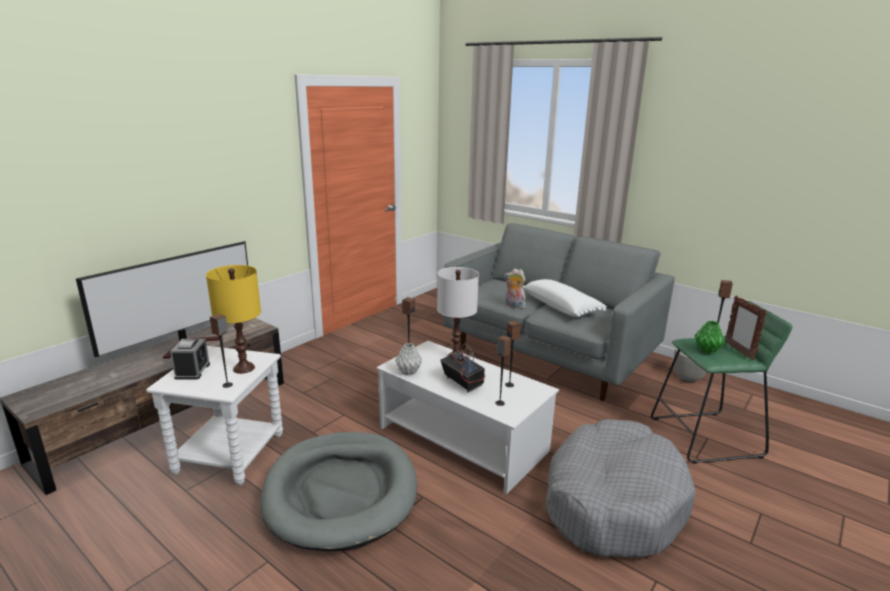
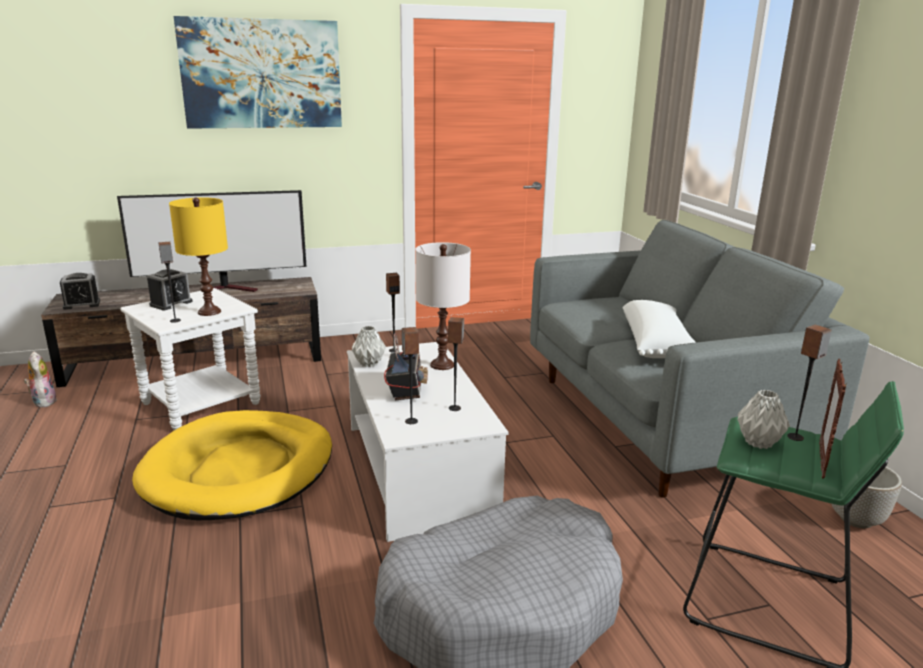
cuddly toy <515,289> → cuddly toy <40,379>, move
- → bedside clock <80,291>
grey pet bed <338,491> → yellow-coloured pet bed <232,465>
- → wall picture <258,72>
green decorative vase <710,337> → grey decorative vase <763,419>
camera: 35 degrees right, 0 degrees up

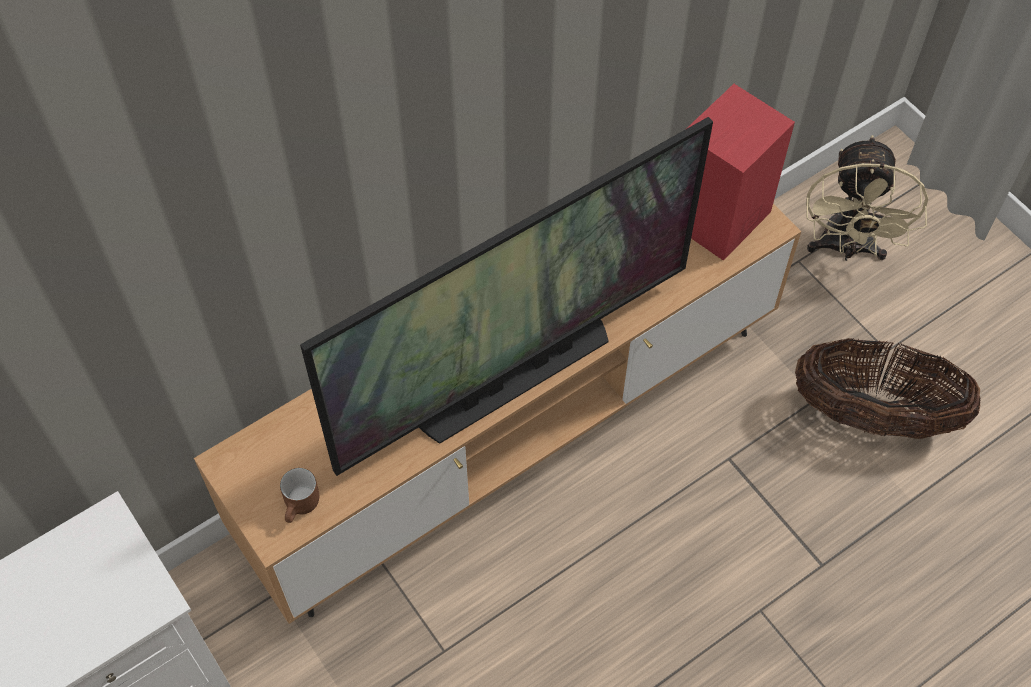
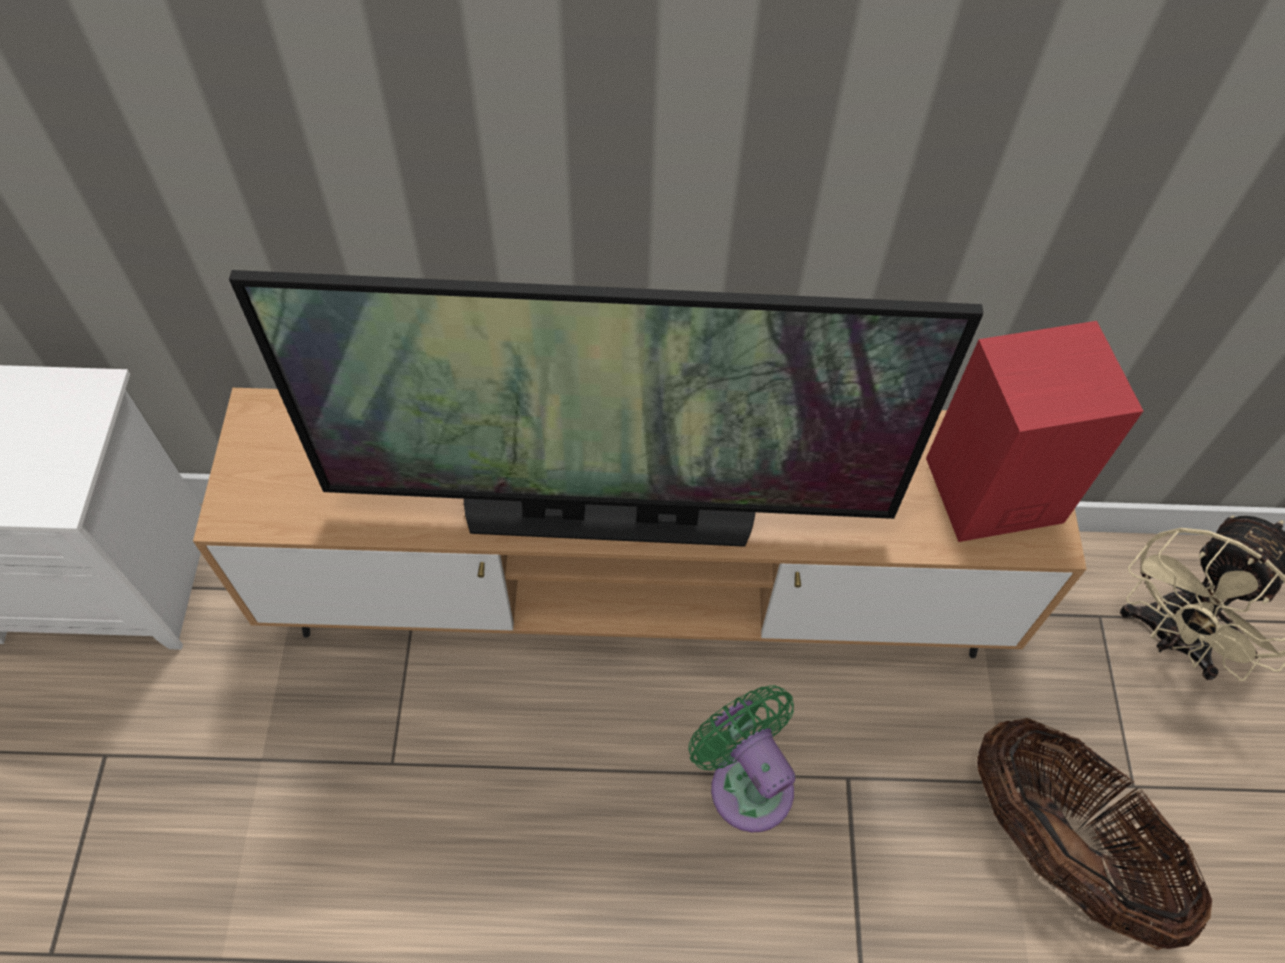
- → green fan <741,758>
brown-coloured tea mug <299,495> → -
camera: 35 degrees right, 0 degrees up

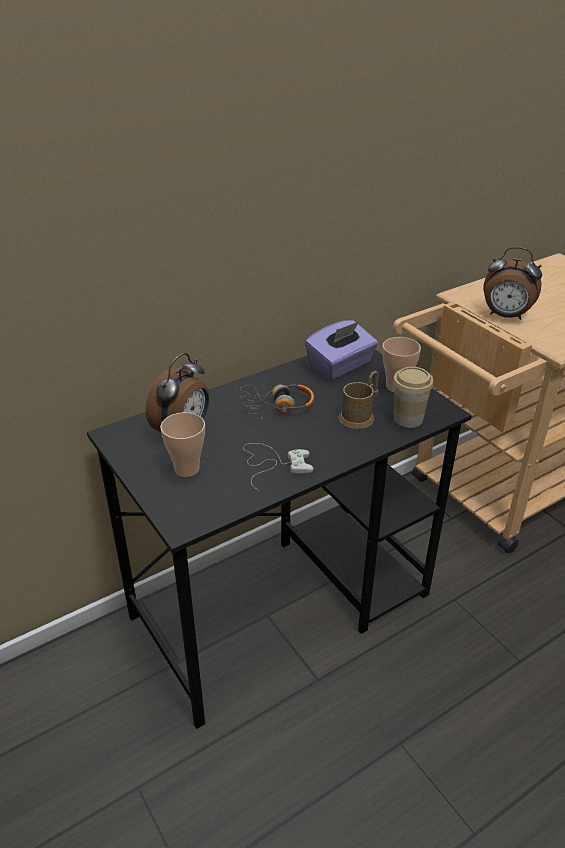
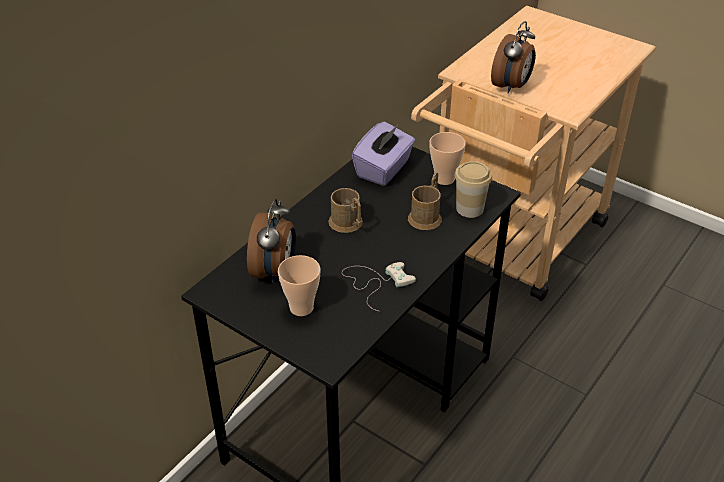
pair of headphones <277,401> → brown-coloured tea mug <345,210>
bedside clock <512,283> → bedside clock <513,57>, 60 degrees counterclockwise
camera: 20 degrees left, 5 degrees up

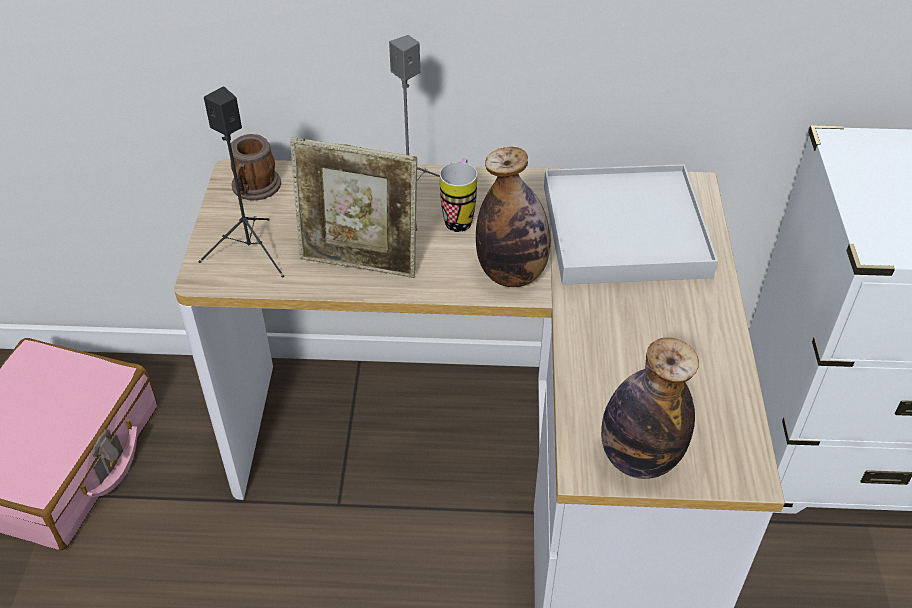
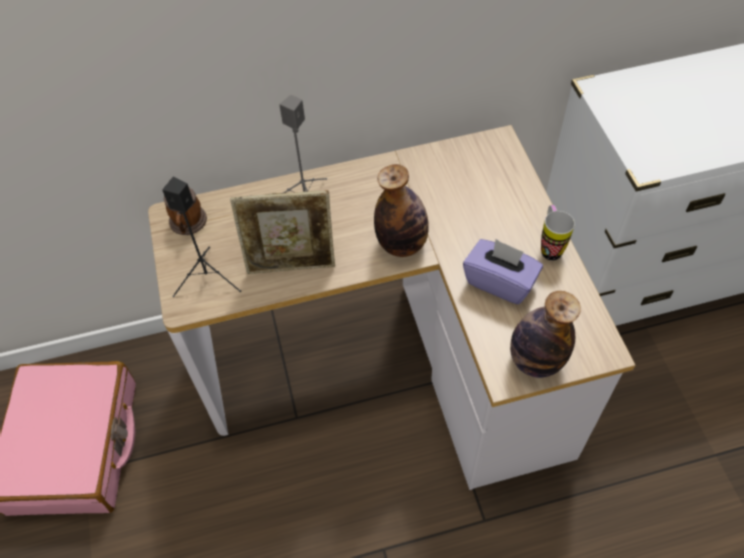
- → purplish box of tissues <503,271>
tea mug <458,195> → tea mug <558,233>, move
white-coloured serving tray <631,224> → -
camera: 15 degrees left, 10 degrees up

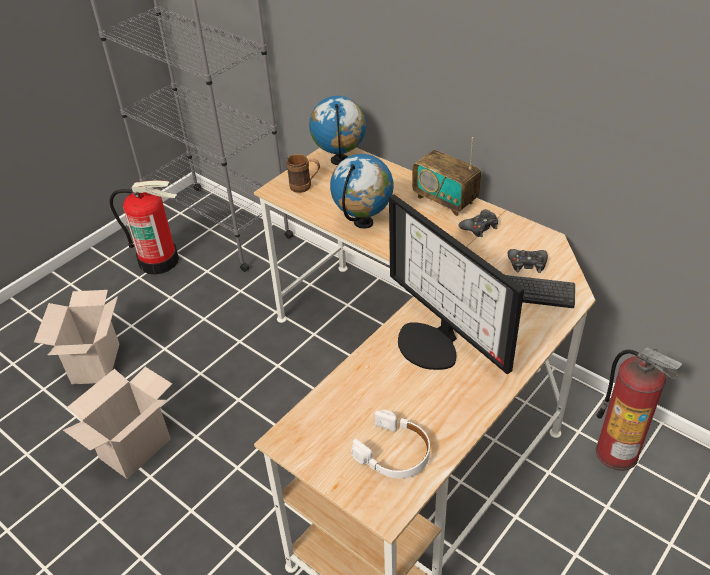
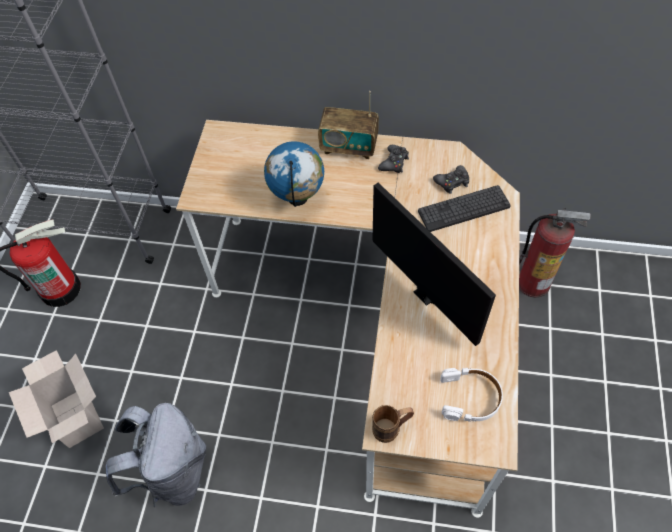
carton <117,423> → grey rucksack <156,455>
brown-coloured tea mug <303,173> → brown-coloured tea mug <393,424>, move
computer screen <456,284> → computer screen <434,264>, 150 degrees counterclockwise
desk globe <337,130> → -
camera: 30 degrees left, 15 degrees up

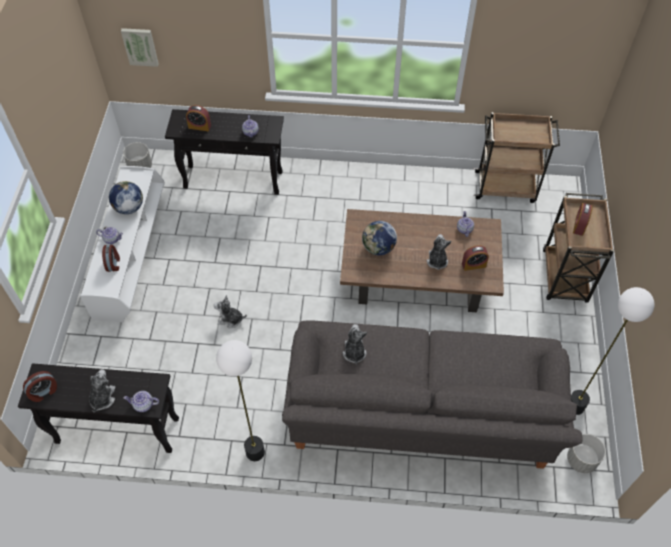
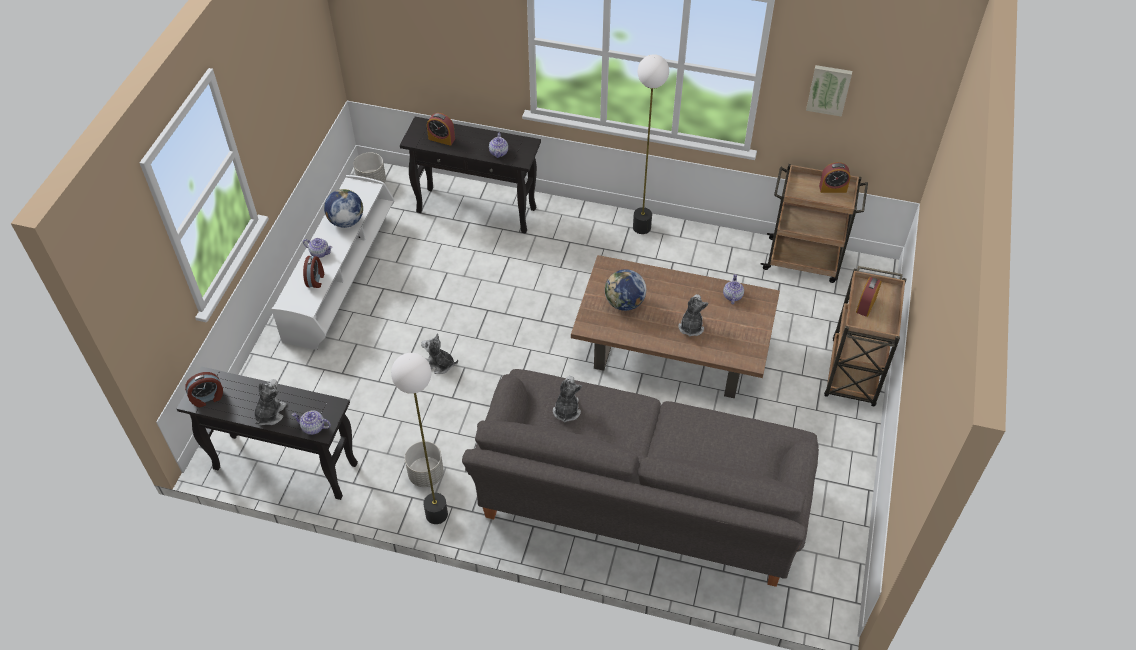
grey plant pot <586,453> → grey plant pot <424,464>, move
floor lamp <613,351> → floor lamp <651,144>, move
wall picture <140,47> → wall picture <829,91>, move
bedside clock <475,258> → bedside clock <834,177>, move
camera: 10 degrees right, 5 degrees down

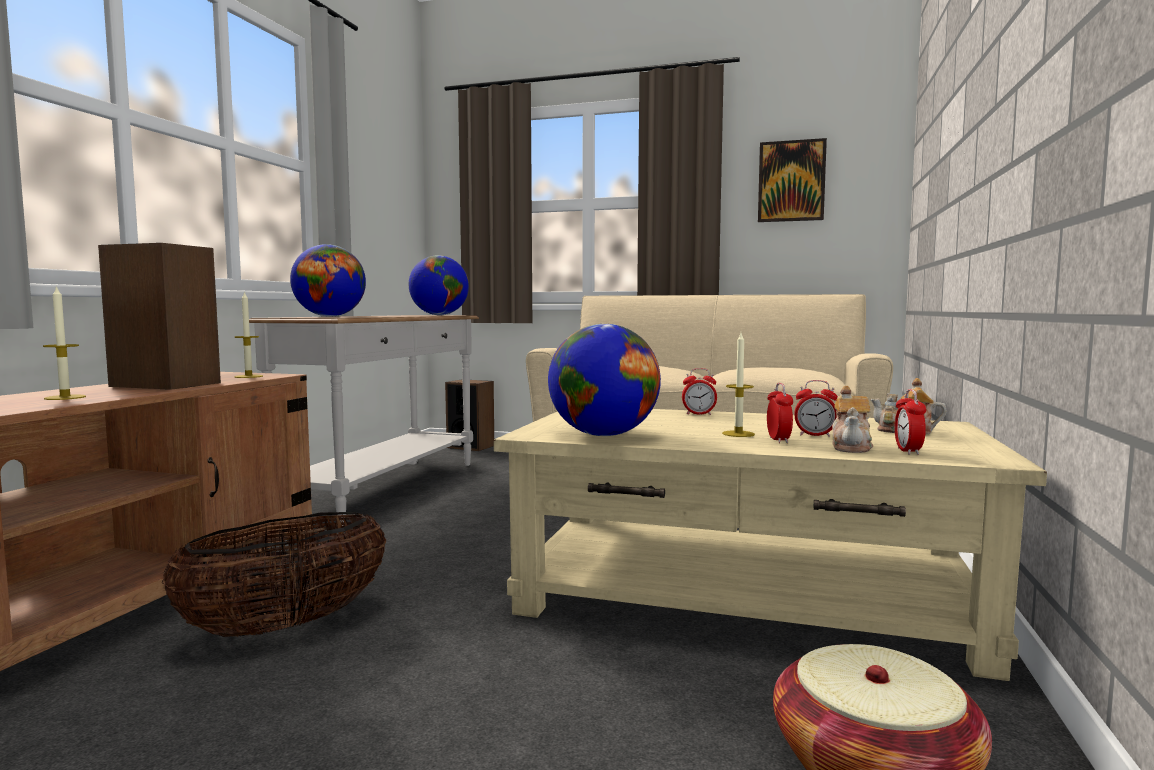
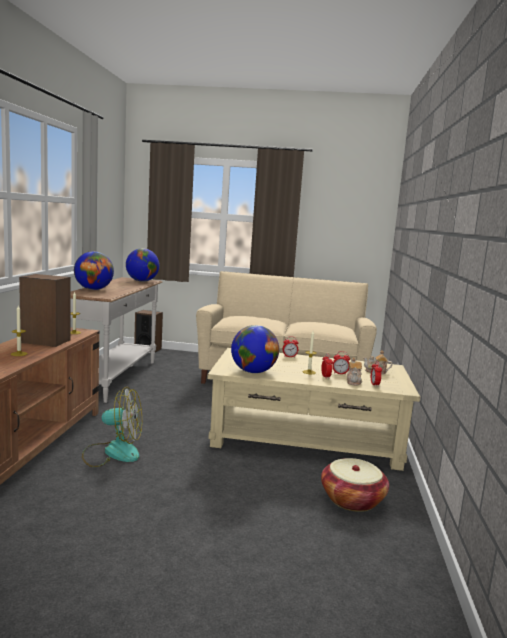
storage basket <274,574> → fan <112,427>
wall picture <792,180> → -
camera: 10 degrees left, 5 degrees up

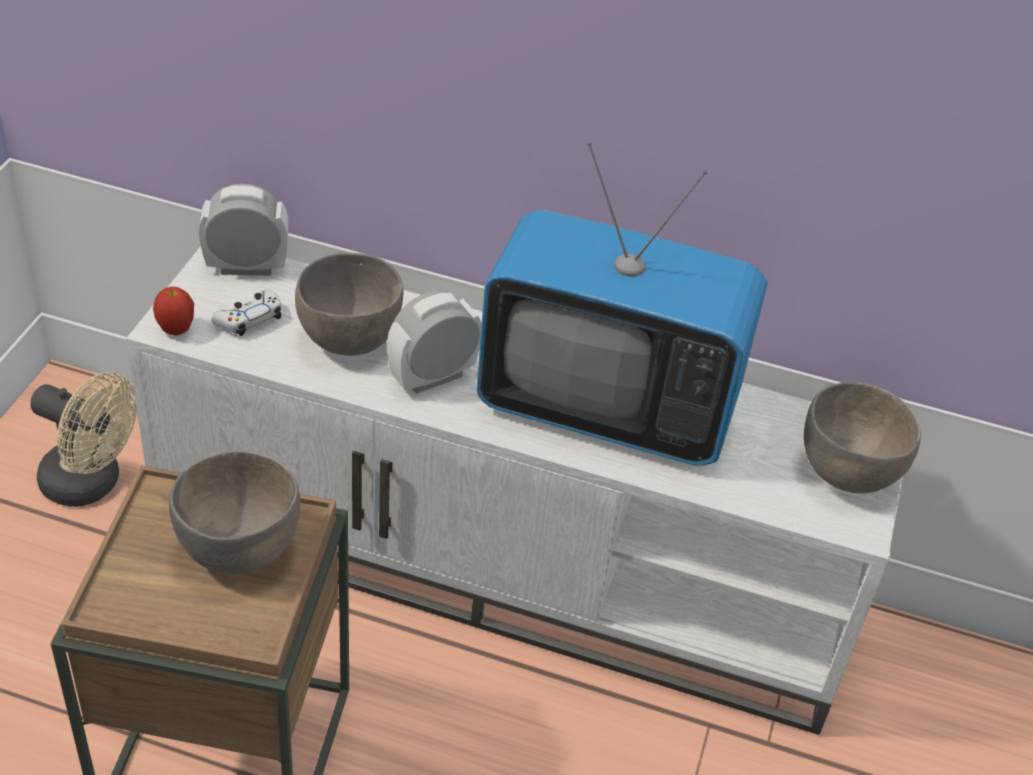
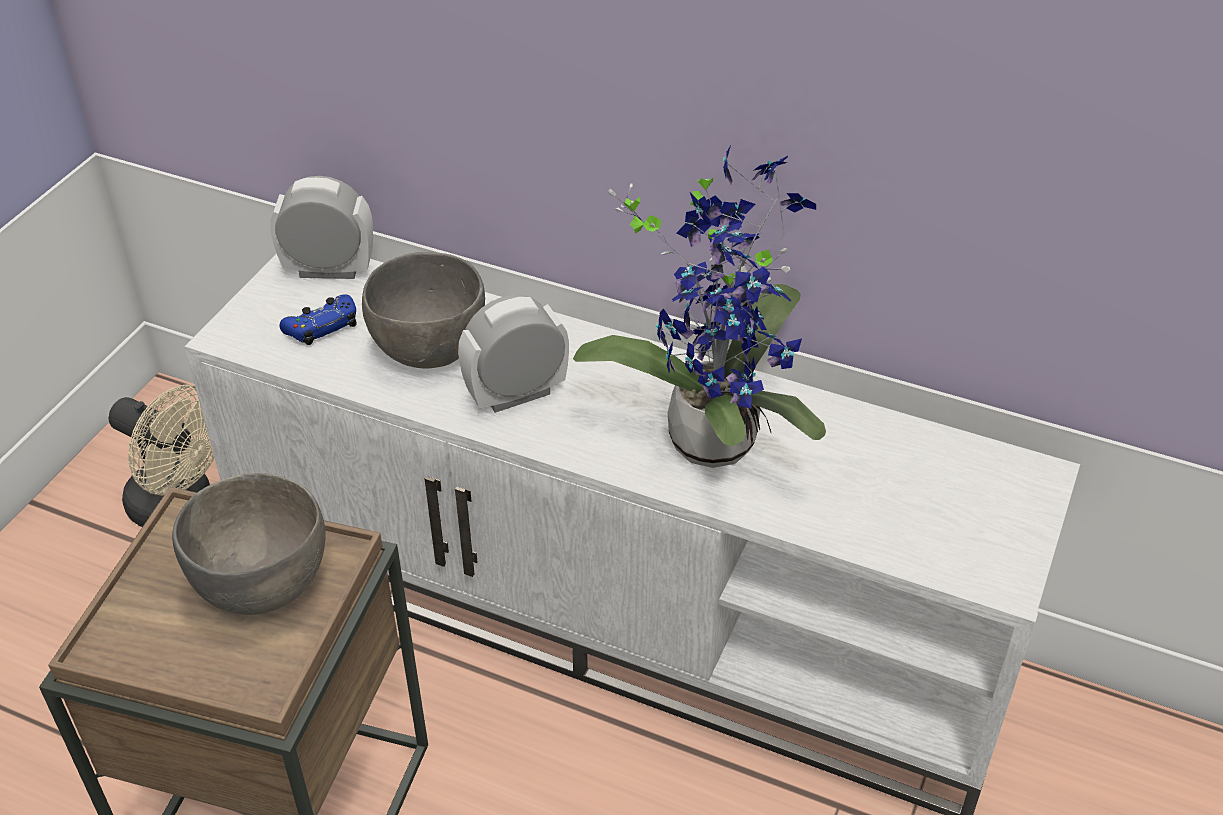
white-coloured game controller <246,313> → blue-coloured game controller <318,319>
TV set <621,304> → potted plant <699,306>
apple fruit <173,311> → -
grey serving bowl <862,437> → -
camera: 10 degrees right, 0 degrees up

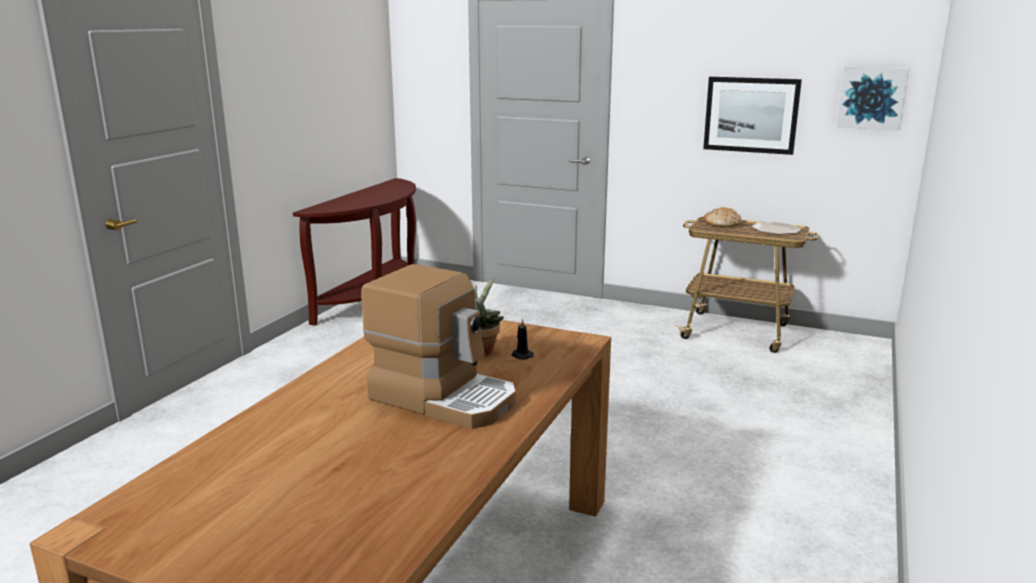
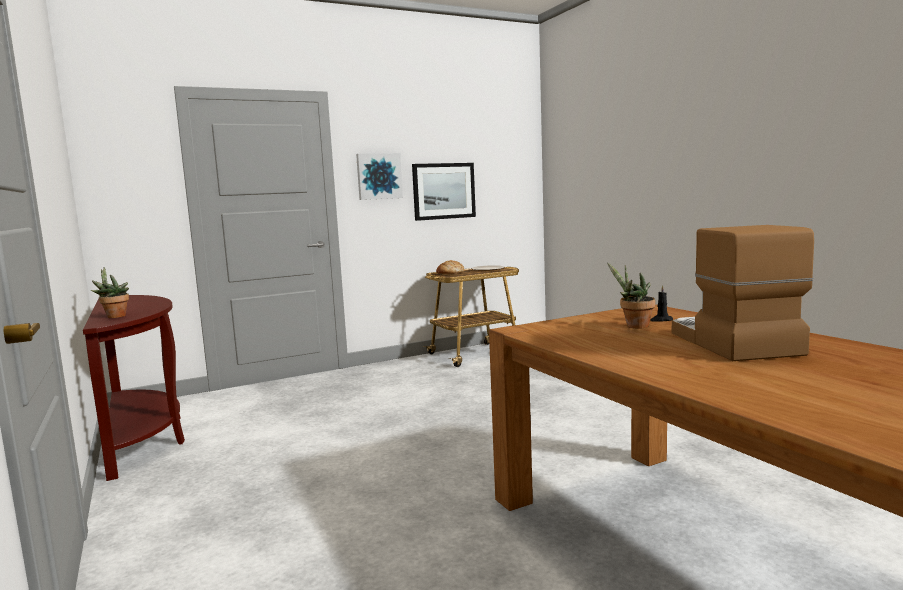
- → potted plant <110,292>
wall picture <873,98> → wall picture <379,176>, move
coffee maker <438,346> → coffee maker <743,293>, 75 degrees counterclockwise
camera: 50 degrees left, 10 degrees down

